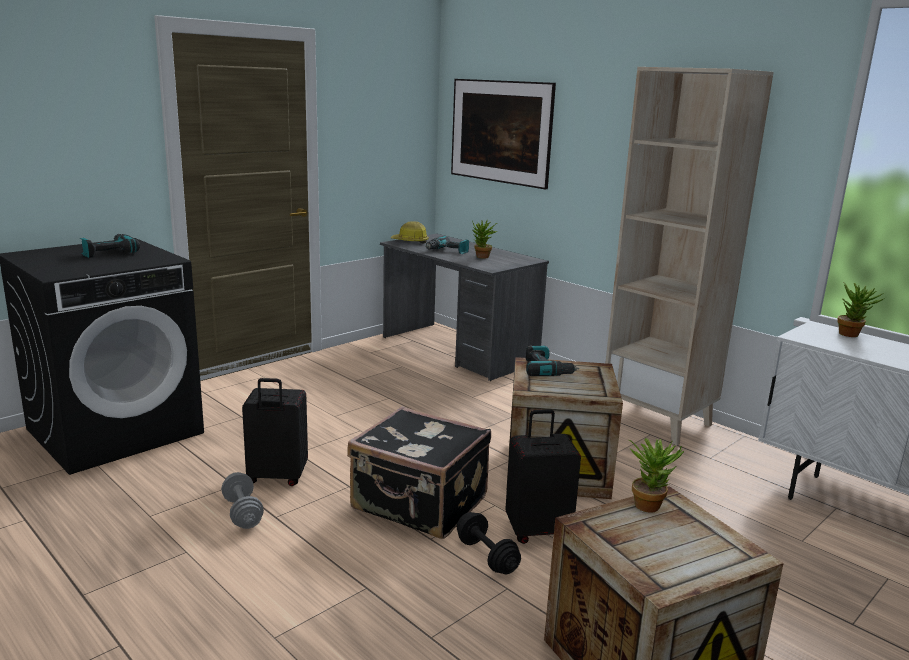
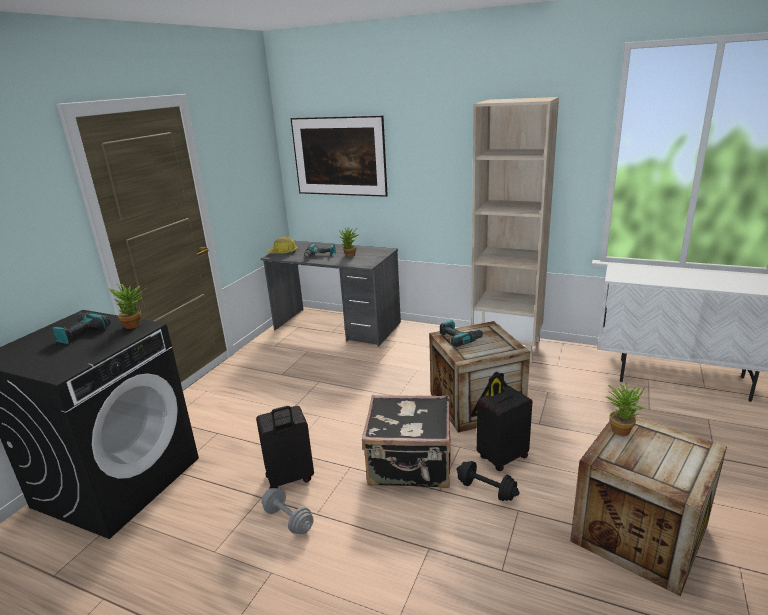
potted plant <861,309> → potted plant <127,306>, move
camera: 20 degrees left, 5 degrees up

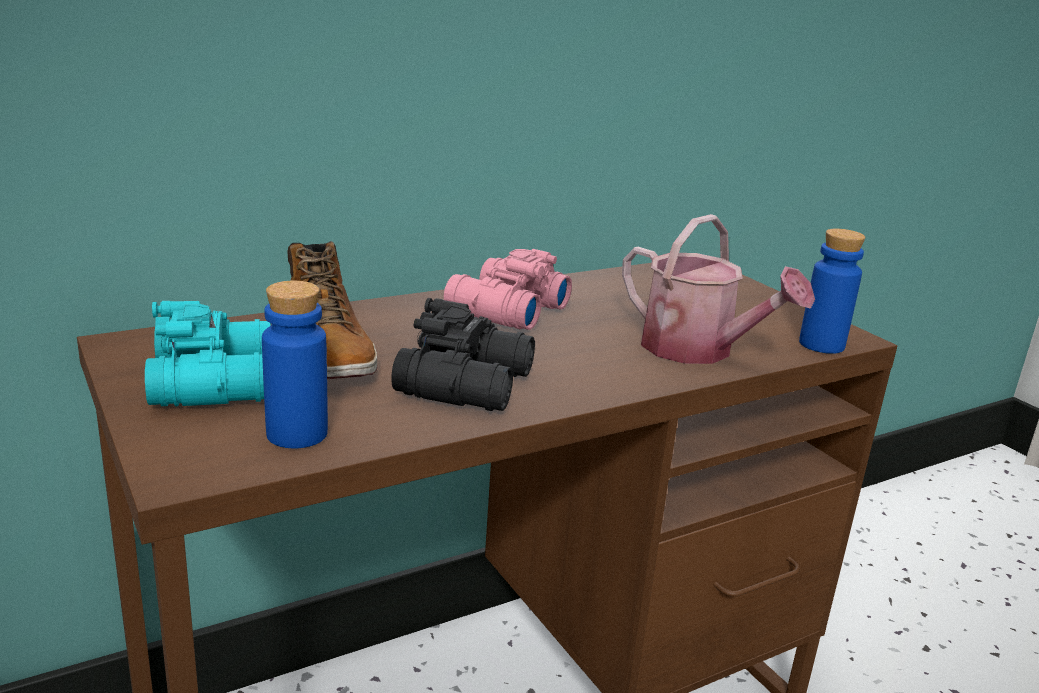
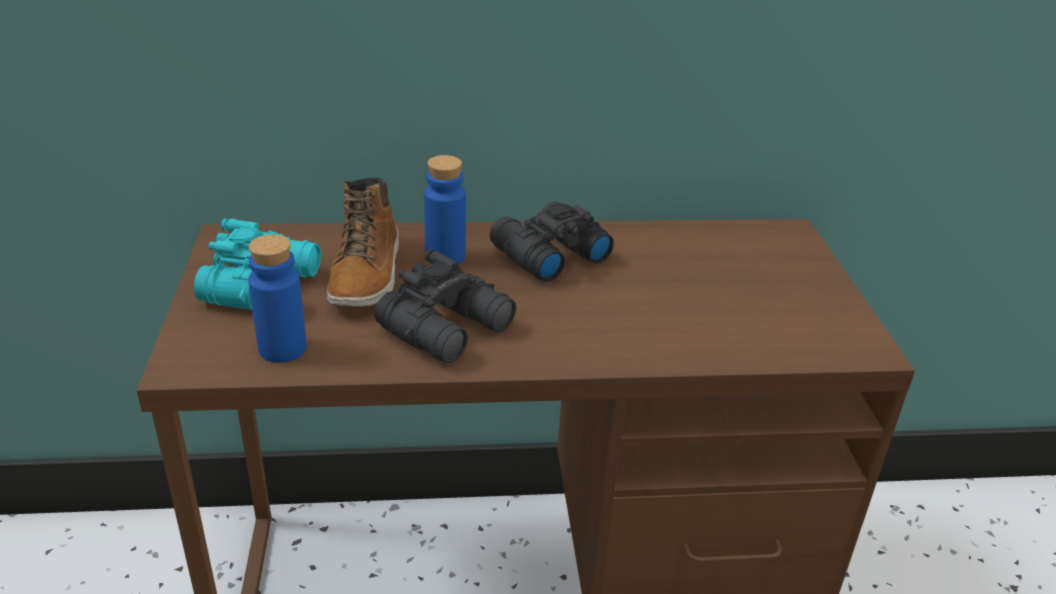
blue-coloured drink bottle <832,291> → blue-coloured drink bottle <445,209>, move
pink-coloured field glasses <508,289> → black-coloured field glasses <552,241>
watering pot <718,289> → -
camera: 25 degrees right, 10 degrees up

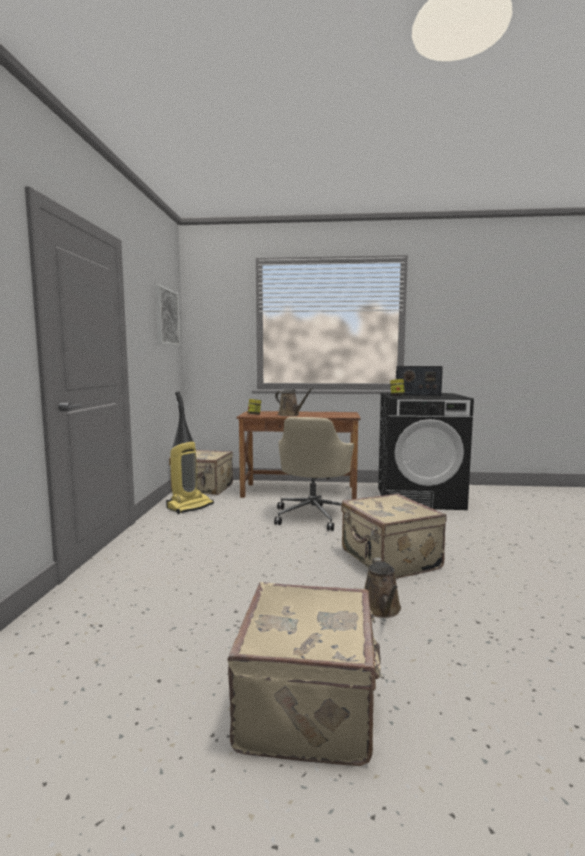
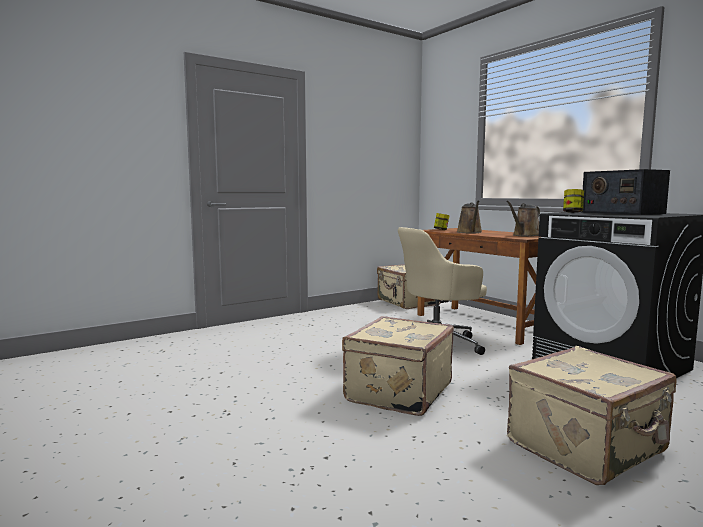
brown-coloured watering pot <382,588> → brown-coloured watering pot <523,218>, move
beige-coloured suitcase <304,674> → beige-coloured suitcase <592,415>, move
wall picture <167,315> → -
hoover <190,453> → -
camera: 50 degrees right, 0 degrees up

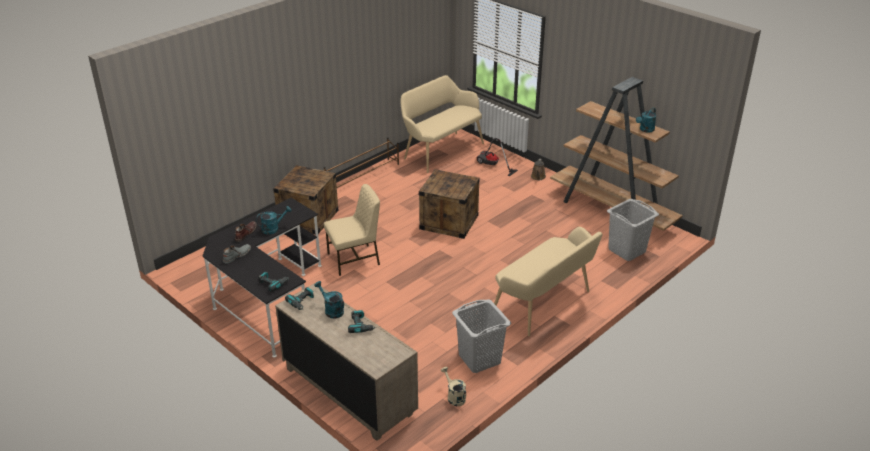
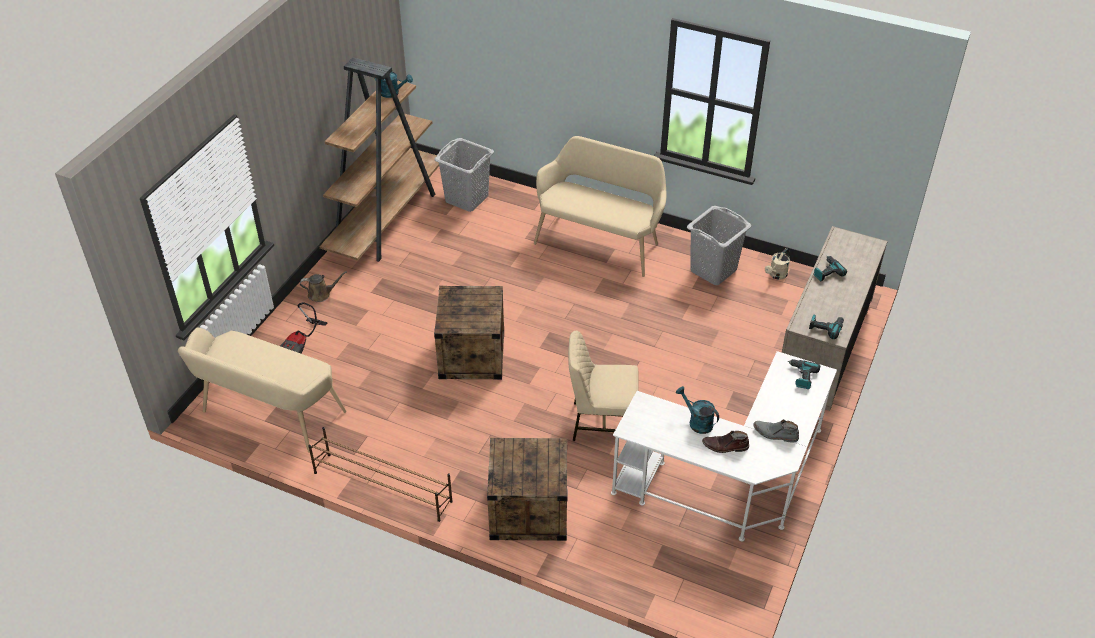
beige-coloured chair <352,230> → beige-coloured chair <603,386>, 45 degrees counterclockwise
black-coloured desk unit <262,278> → white-coloured desk unit <724,446>
turquoise watering pot <329,299> → -
camera: 110 degrees left, 10 degrees up

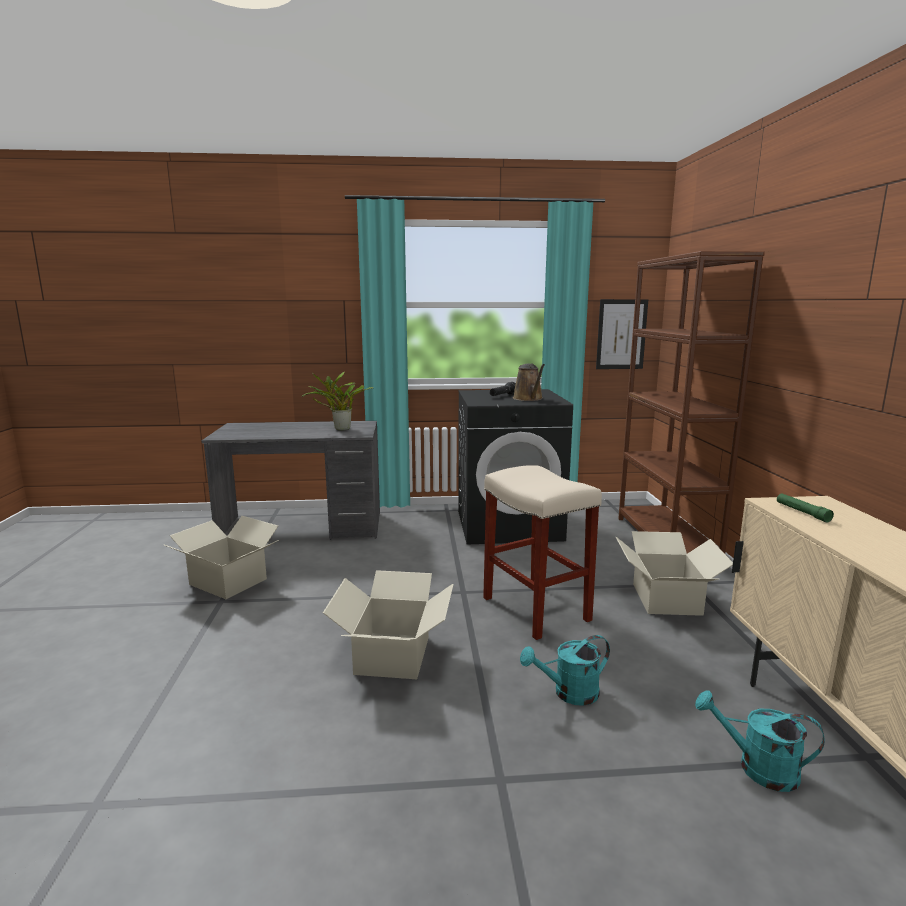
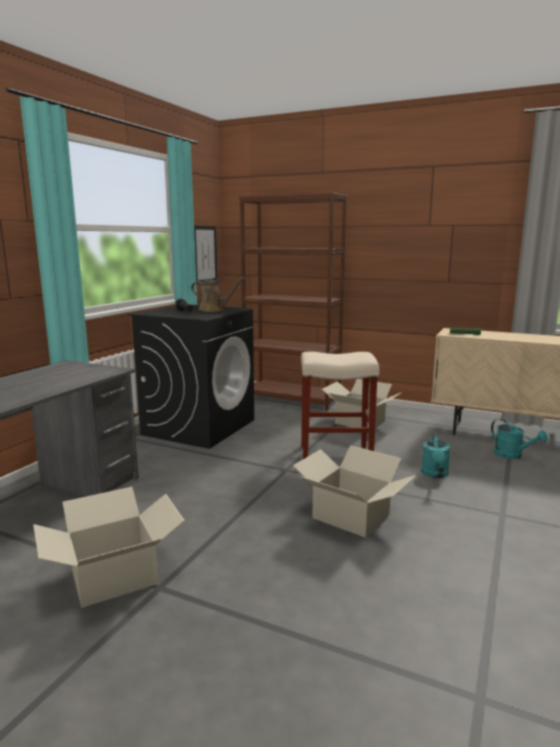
turquoise watering pot <760,741> → turquoise watering pot <519,438>, 90 degrees counterclockwise
potted plant <337,401> → -
camera: 60 degrees left, 0 degrees up

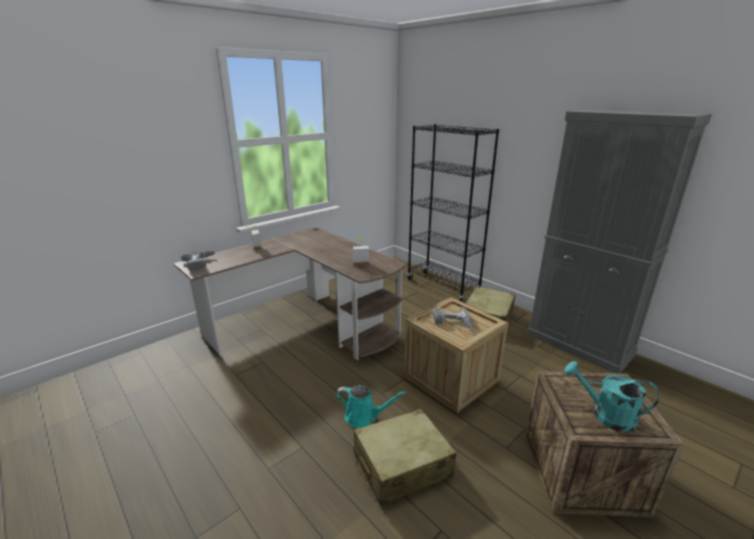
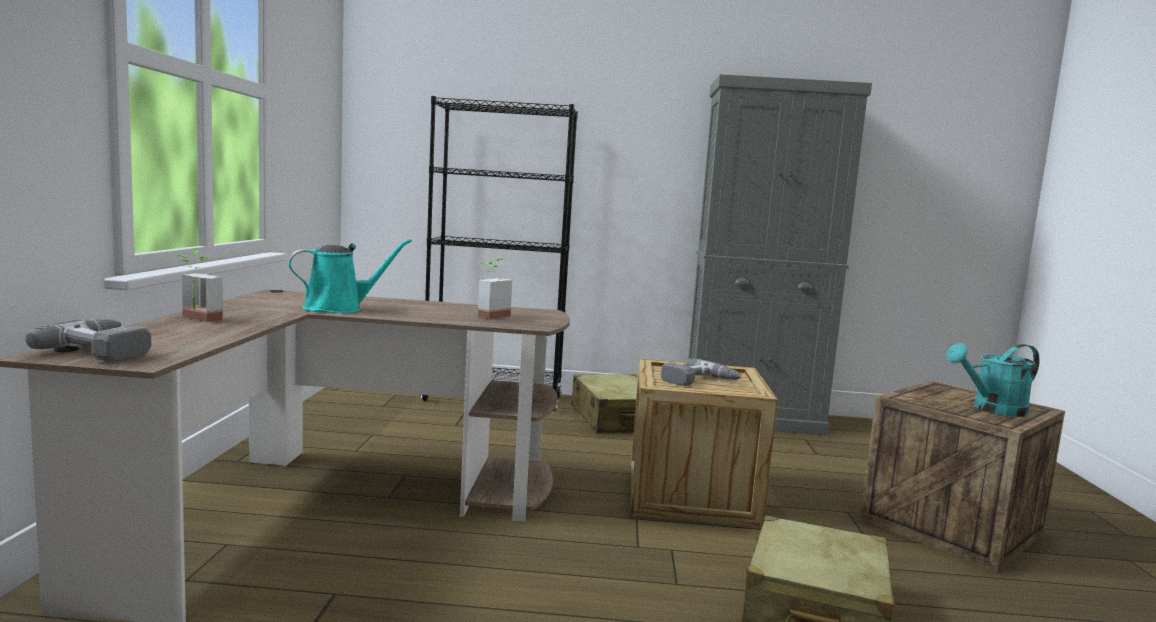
turquoise watering pot <371,407> → turquoise watering pot <350,276>, move
camera: 45 degrees left, 15 degrees down

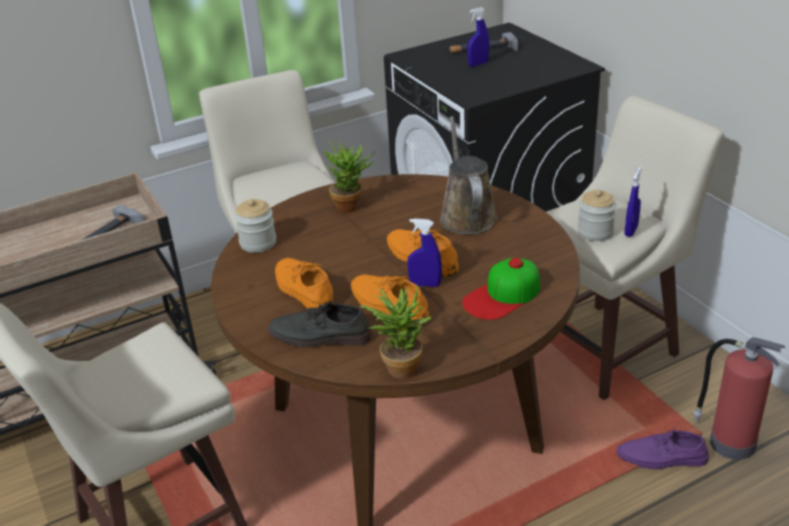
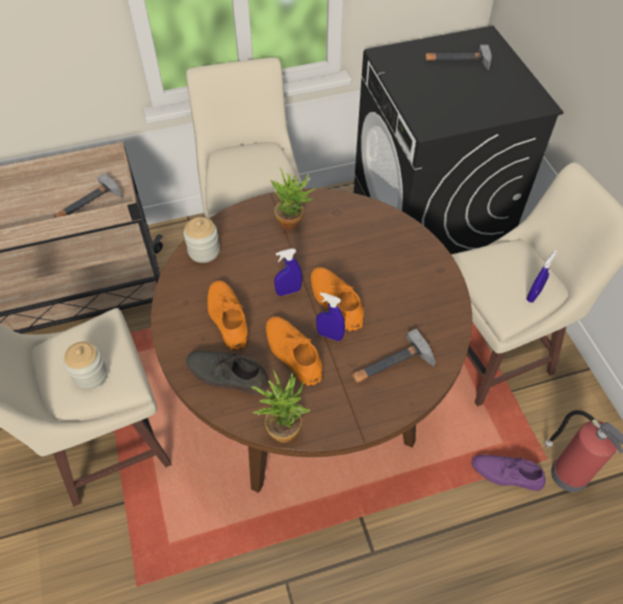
jar <597,215> → jar <86,365>, move
blue-coloured sprayer <478,37> → blue-coloured sprayer <288,272>, move
baseball cap <501,289> → hammer <394,356>
brown-coloured watering pot <468,175> → -
camera: 10 degrees right, 20 degrees up

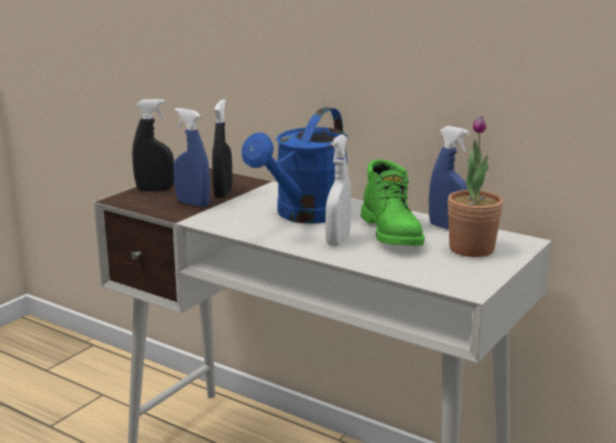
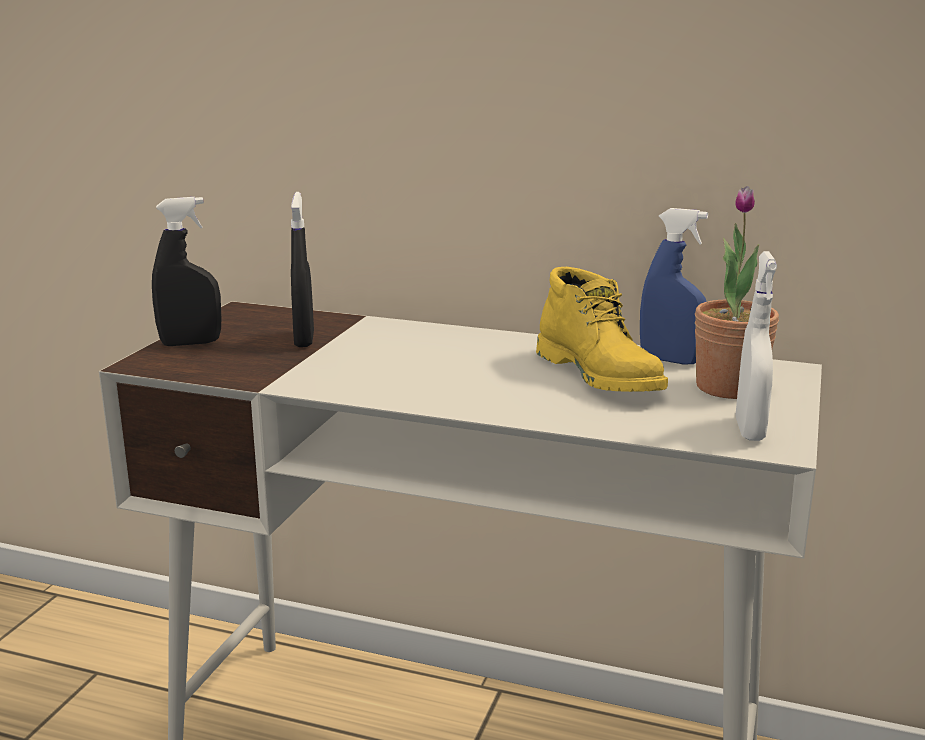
green boot <393,202> → yellow-coloured boot <602,329>
white-coloured sprayer <338,190> → white-coloured sprayer <756,346>, move
blue-coloured sprayer <192,157> → -
blue-coloured watering pot <295,165> → -
camera: 15 degrees left, 0 degrees up

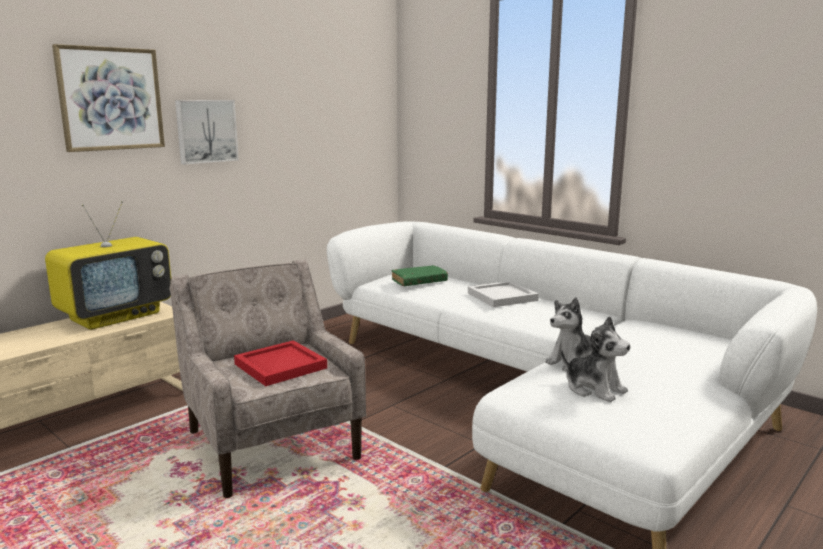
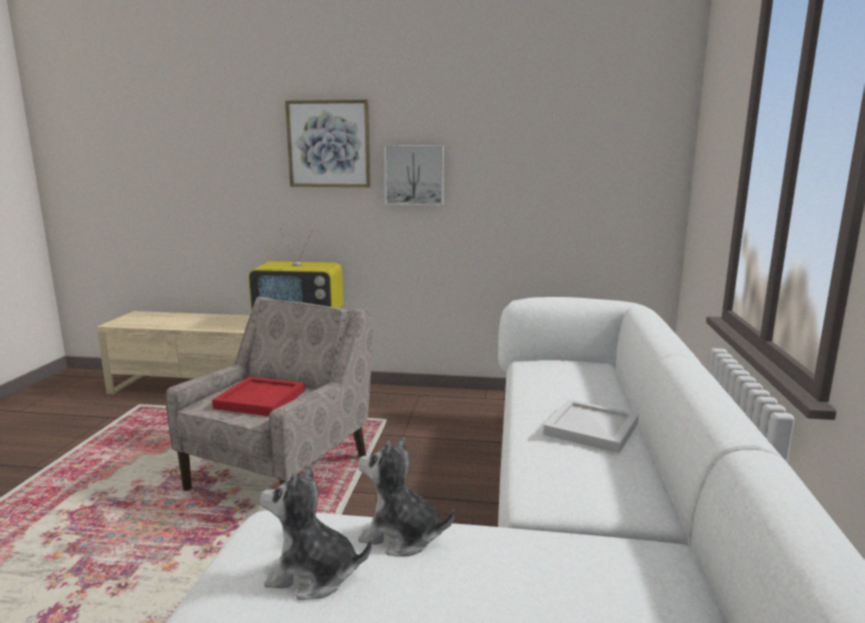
cuddly toy <596,359> → cuddly toy <315,532>, 90 degrees clockwise
green volume <420,275> → -
camera: 55 degrees right, 0 degrees up

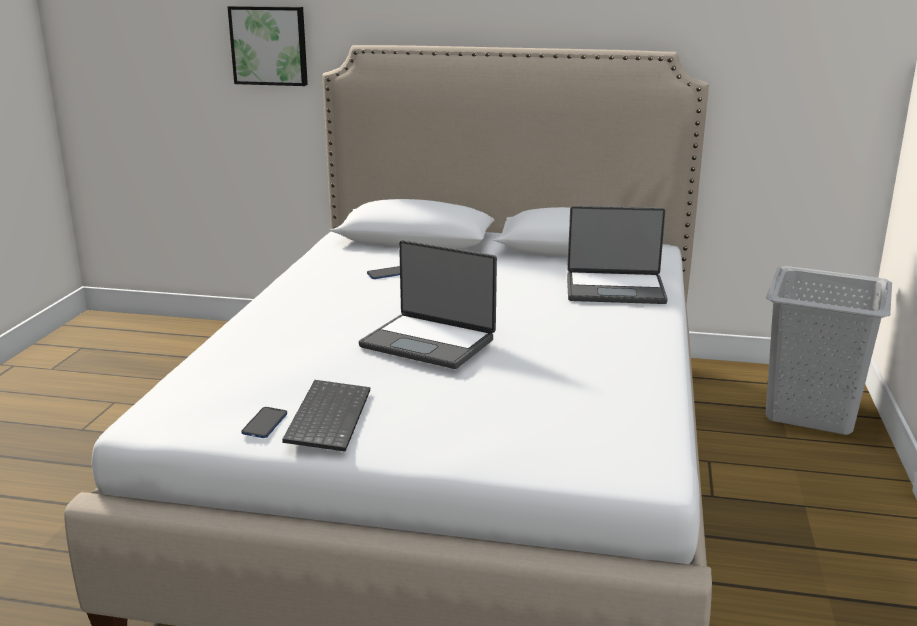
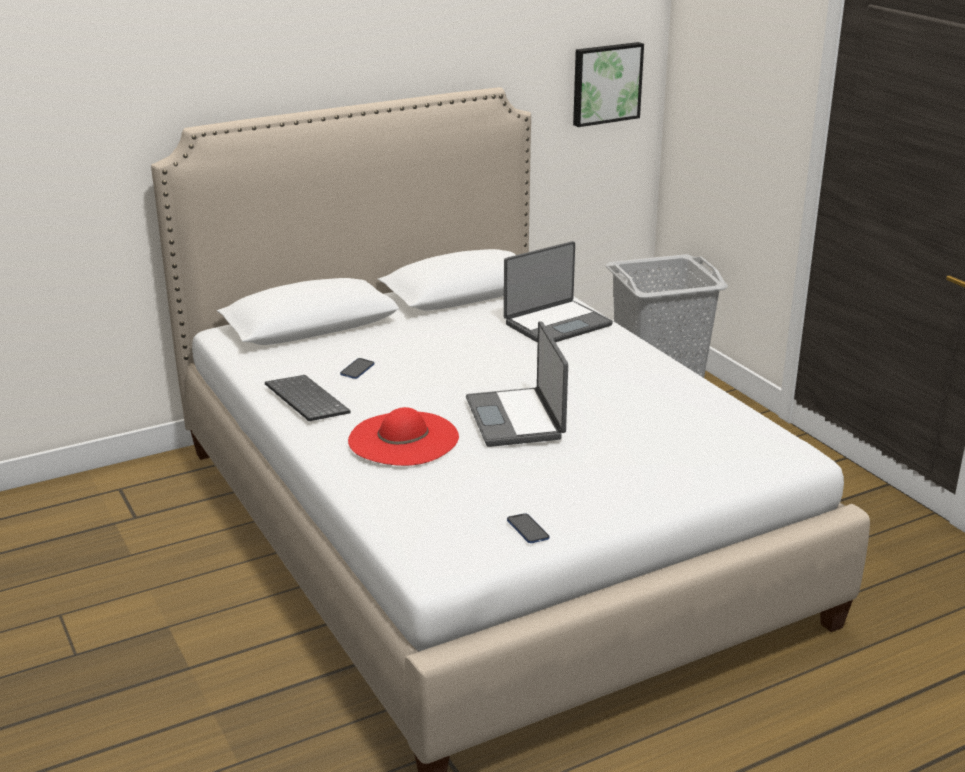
keyboard <326,416> → keyboard <308,398>, move
- → red-coloured clothing hat <403,436>
laptop <428,304> → laptop <517,384>, 90 degrees clockwise
wall picture <268,46> → wall picture <608,84>, move
camera: 40 degrees left, 5 degrees up

